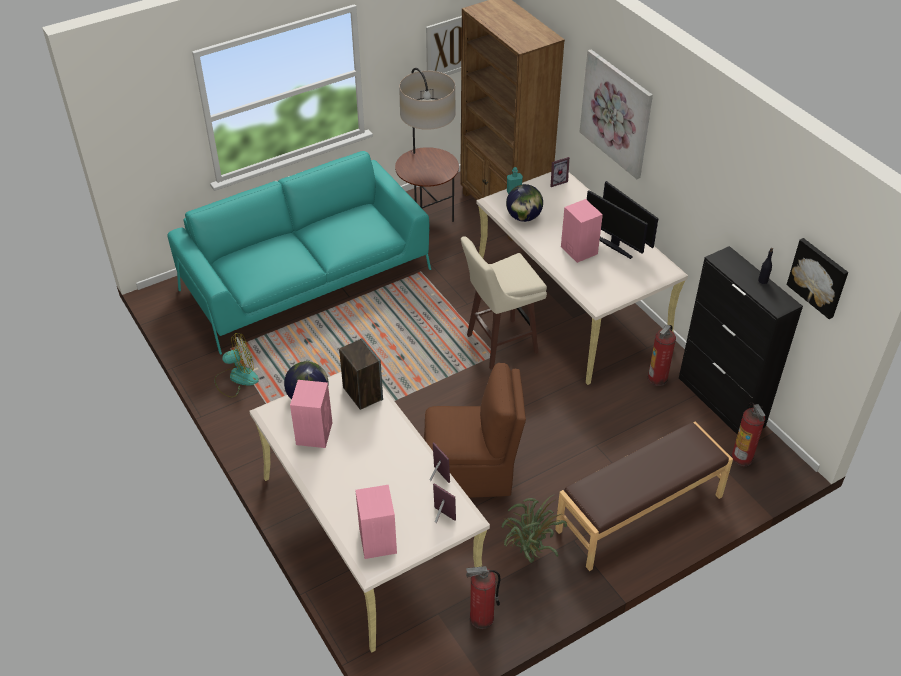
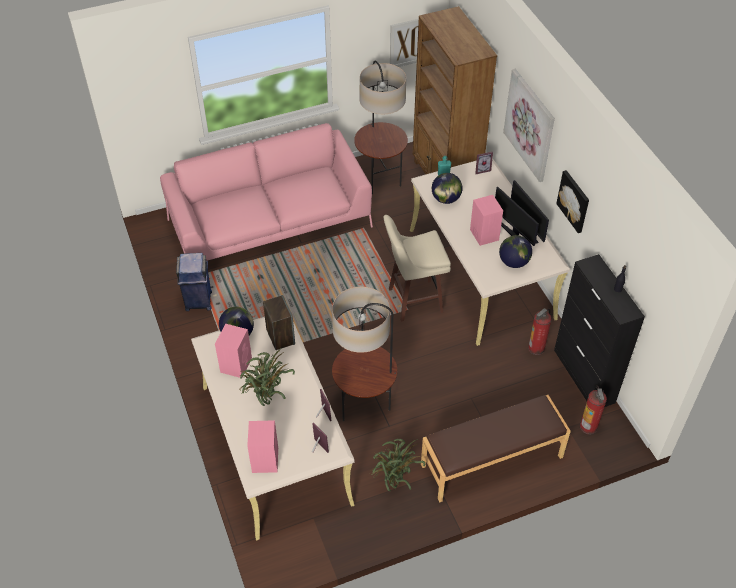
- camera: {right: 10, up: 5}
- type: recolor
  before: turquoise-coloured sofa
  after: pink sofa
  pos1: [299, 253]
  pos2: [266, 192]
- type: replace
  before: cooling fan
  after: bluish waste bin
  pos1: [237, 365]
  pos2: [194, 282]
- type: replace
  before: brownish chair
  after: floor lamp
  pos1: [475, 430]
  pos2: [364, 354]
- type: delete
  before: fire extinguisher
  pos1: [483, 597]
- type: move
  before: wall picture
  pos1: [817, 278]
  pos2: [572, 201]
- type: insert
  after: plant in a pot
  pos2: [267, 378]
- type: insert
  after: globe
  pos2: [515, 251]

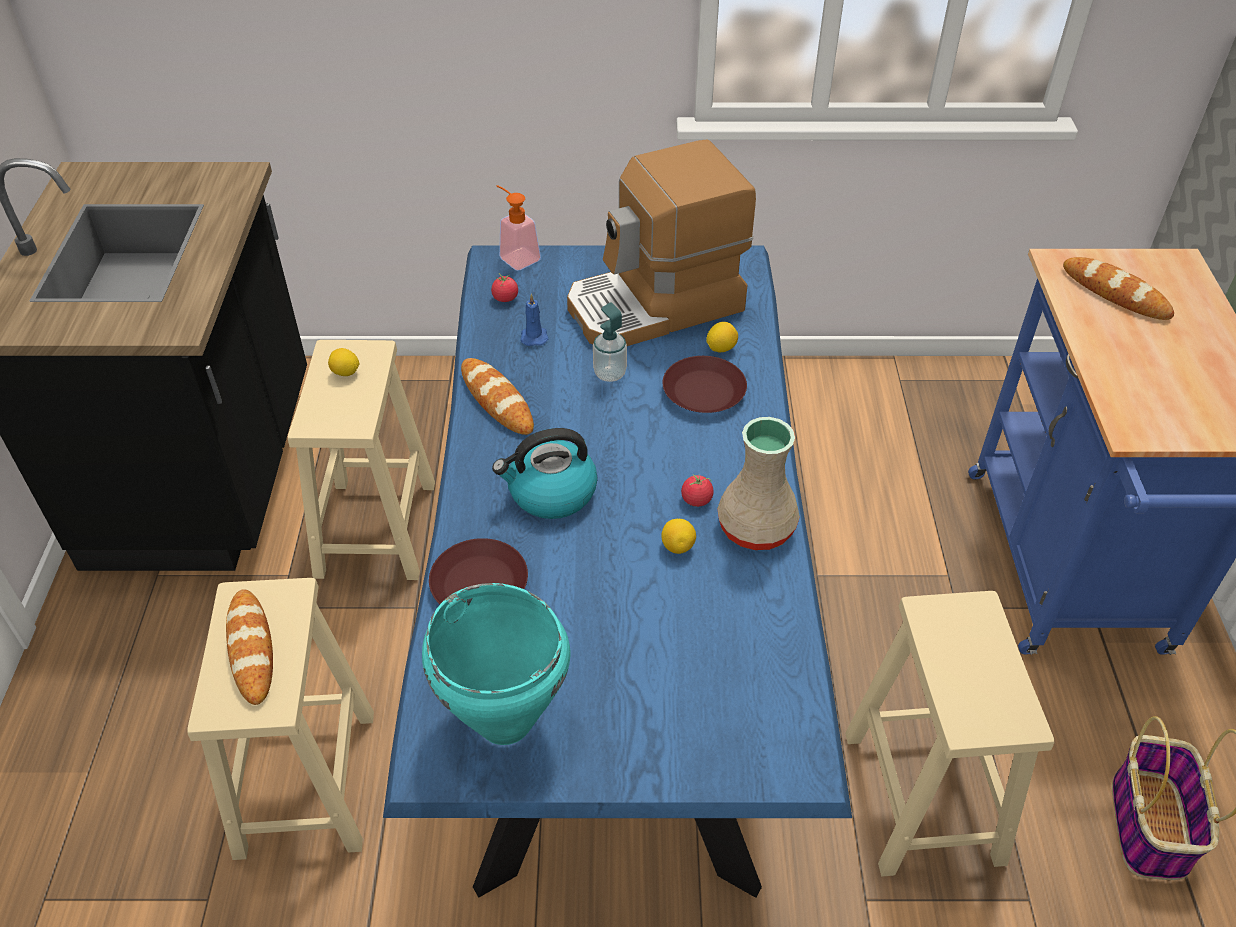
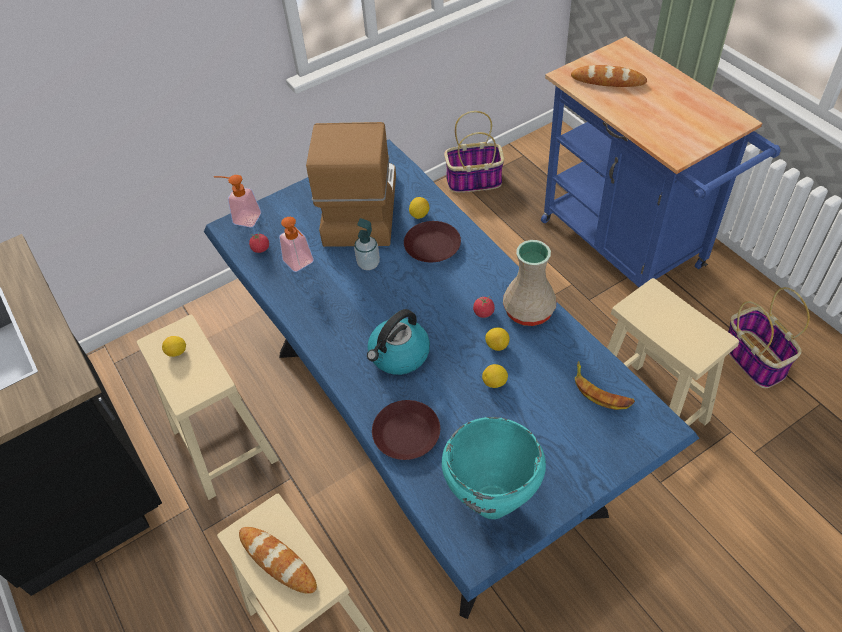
- camera: {right: -30, up: 5}
- type: delete
  before: baked bread
  pos1: [497, 396]
- type: replace
  before: bluish wax light
  after: soap dispenser
  pos1: [534, 319]
  pos2: [296, 244]
- type: rotate
  before: coffee brewer
  pos1: [661, 242]
  pos2: [351, 184]
  turn: 150
- type: insert
  after: basket
  pos2: [474, 152]
- type: insert
  after: citrus fruit
  pos2: [495, 376]
- type: insert
  after: whole banana
  pos2: [605, 385]

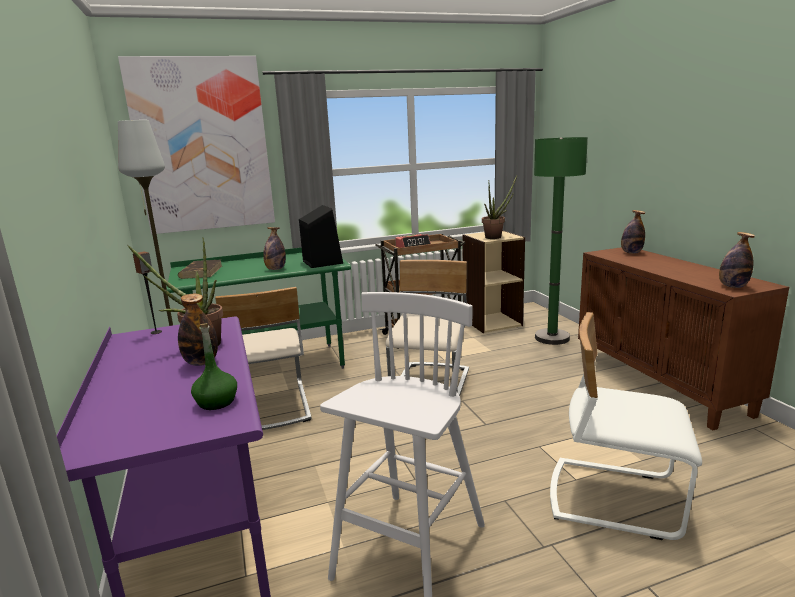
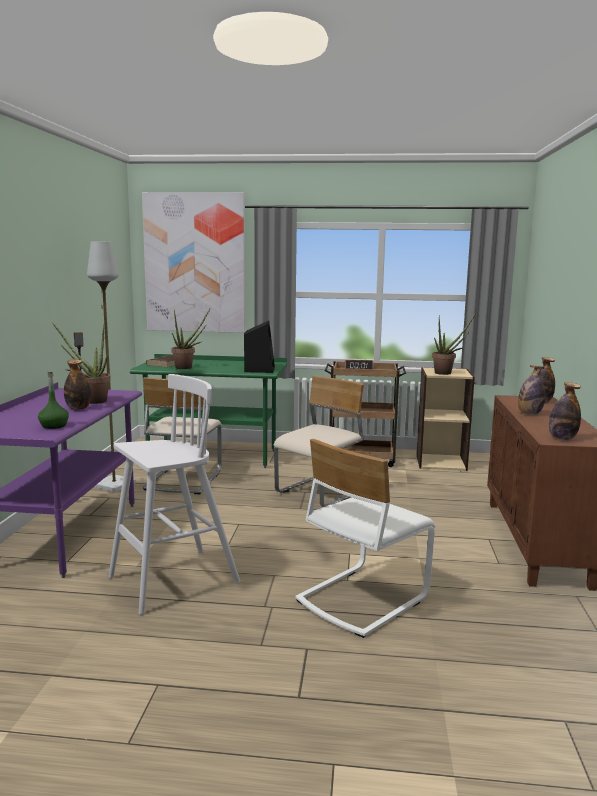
- camera: {right: 25, up: -5}
- type: move
  before: beverage bottle
  pos1: [274, 248]
  pos2: [531, 390]
- type: delete
  before: green-coloured floor lamp
  pos1: [561, 241]
- type: rotate
  before: white-coloured chair
  pos1: [626, 426]
  pos2: [365, 538]
  turn: -90
- type: insert
  after: plant in a pot
  pos2: [191, 338]

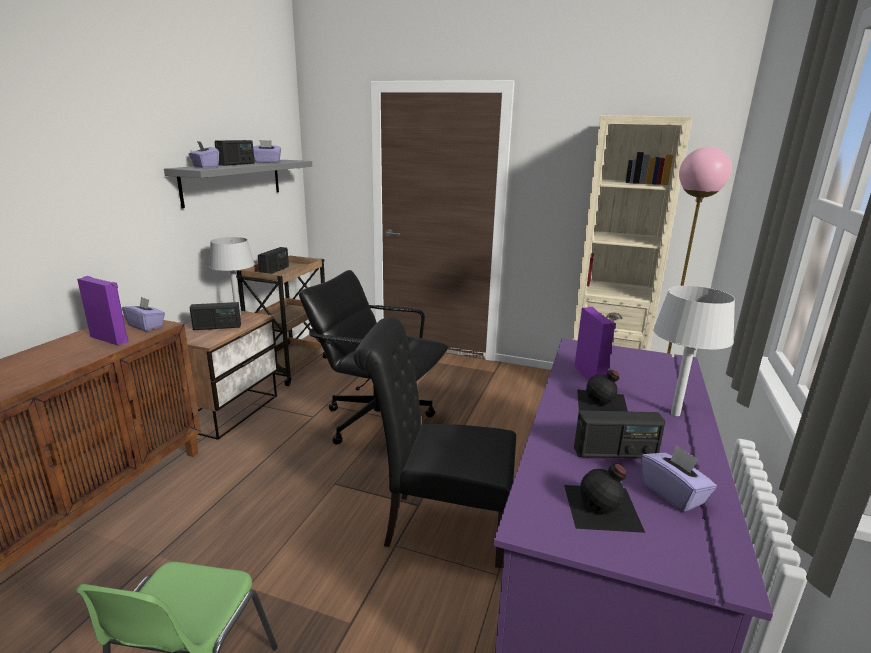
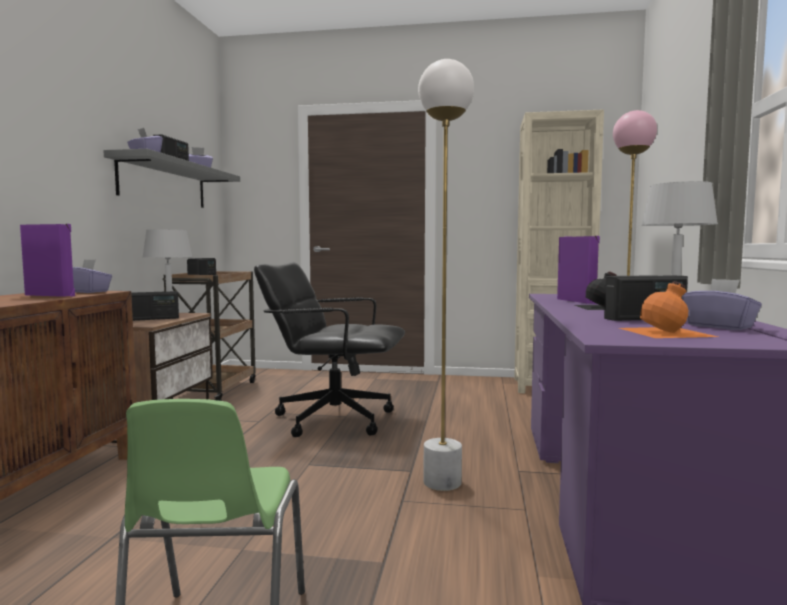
- camera: {right: -10, up: -15}
- type: replace
  before: black chair
  after: white-coloured floor lamp
  pos1: [435, 442]
  pos2: [446, 275]
- type: recolor
  before: black beverage bottle
  after: orange-coloured beverage bottle
  pos1: [604, 498]
  pos2: [668, 309]

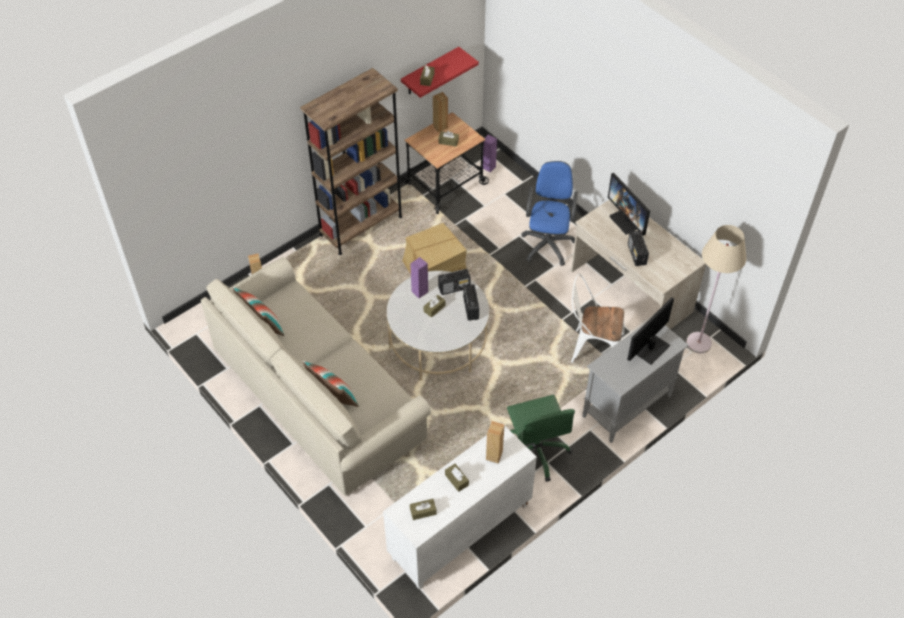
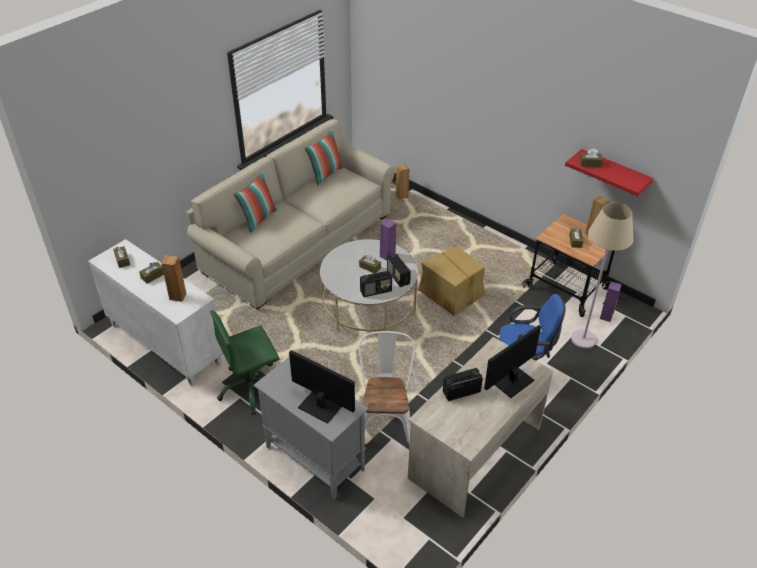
- camera: {right: 80, up: -10}
- type: delete
  before: brownish bookcase
  pos1: [351, 161]
- type: move
  before: beige-coloured floor lamp
  pos1: [716, 289]
  pos2: [602, 275]

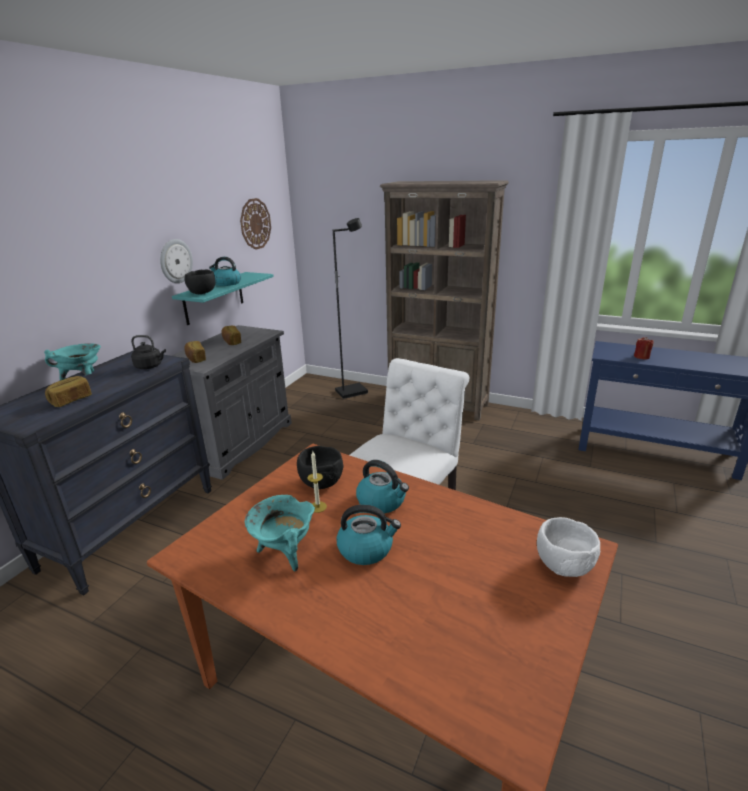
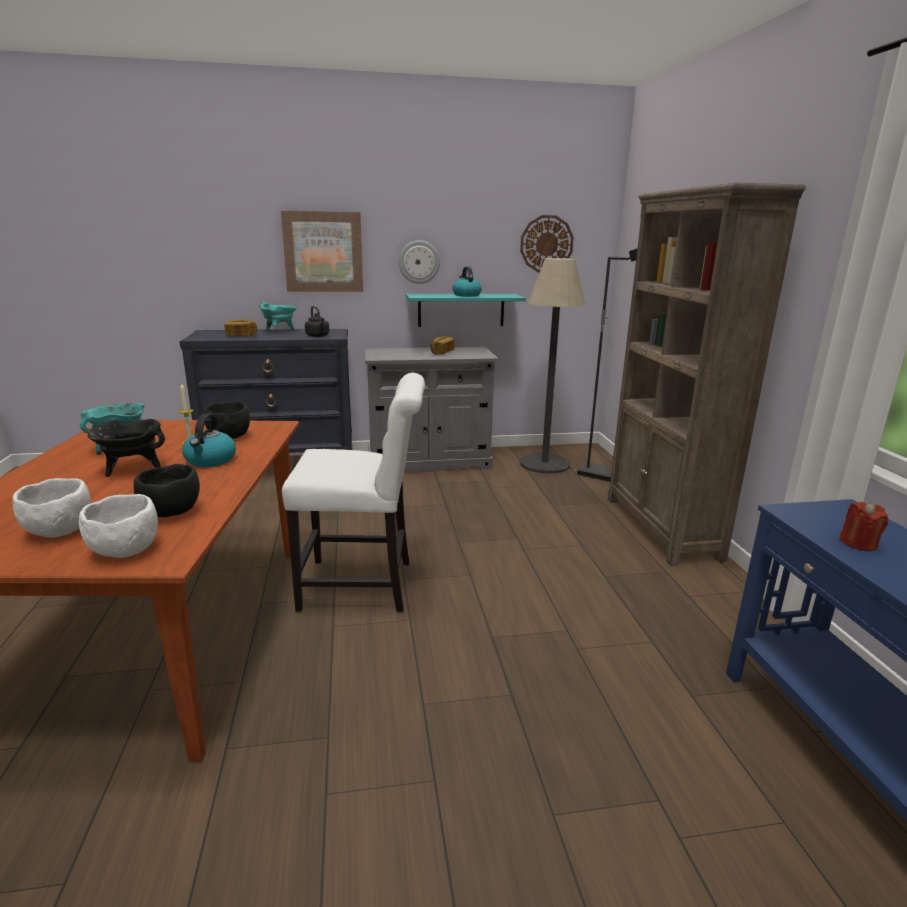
- camera: {right: 55, up: -5}
- type: delete
  before: baked bread
  pos1: [195, 352]
- type: move
  before: black bowl
  pos1: [200, 282]
  pos2: [167, 490]
- type: replace
  before: water kettle
  after: black cooking pot
  pos1: [369, 534]
  pos2: [126, 448]
- type: insert
  after: white-coloured bowl
  pos2: [52, 508]
- type: insert
  after: wall picture
  pos2: [322, 251]
- type: insert
  after: floor lamp
  pos2: [553, 366]

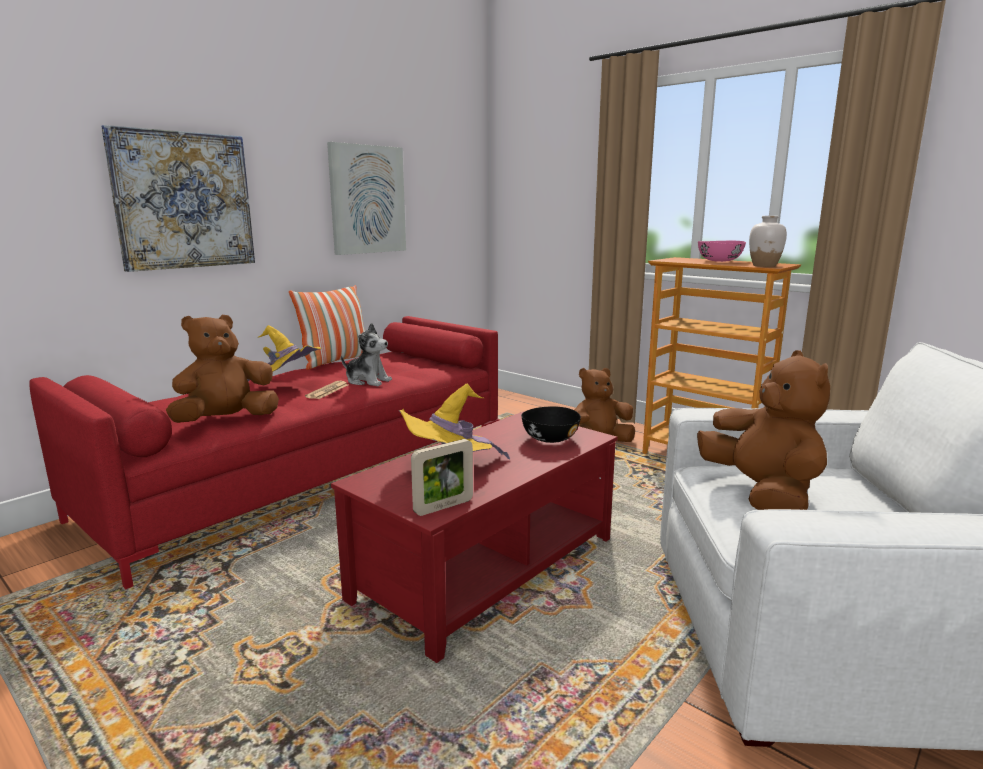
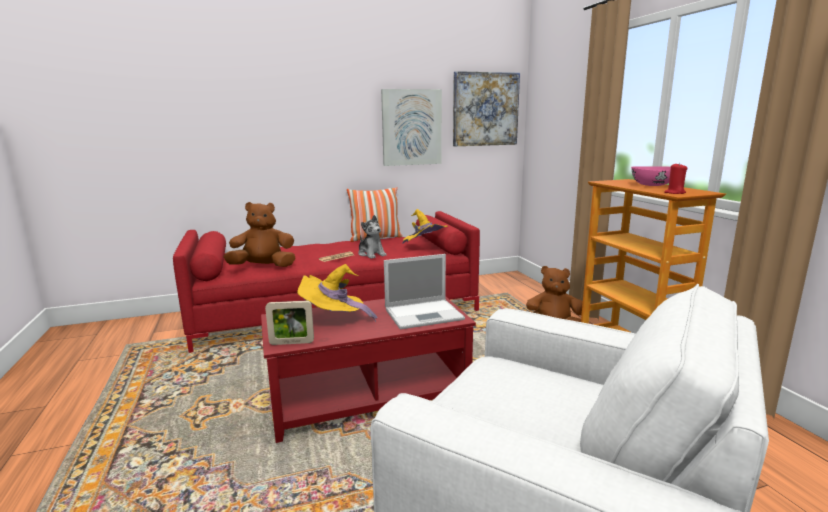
- camera: {right: 30, up: 0}
- type: move
  before: wall picture
  pos1: [178, 198]
  pos2: [486, 108]
- type: move
  before: yellow clothing hat
  pos1: [284, 353]
  pos2: [424, 226]
- type: replace
  before: black bowl
  after: notebook computer
  pos1: [551, 424]
  pos2: [424, 292]
- type: delete
  before: brownish plush toy
  pos1: [763, 430]
- type: replace
  before: white-coloured vase
  after: reddish wax light
  pos1: [768, 241]
  pos2: [675, 178]

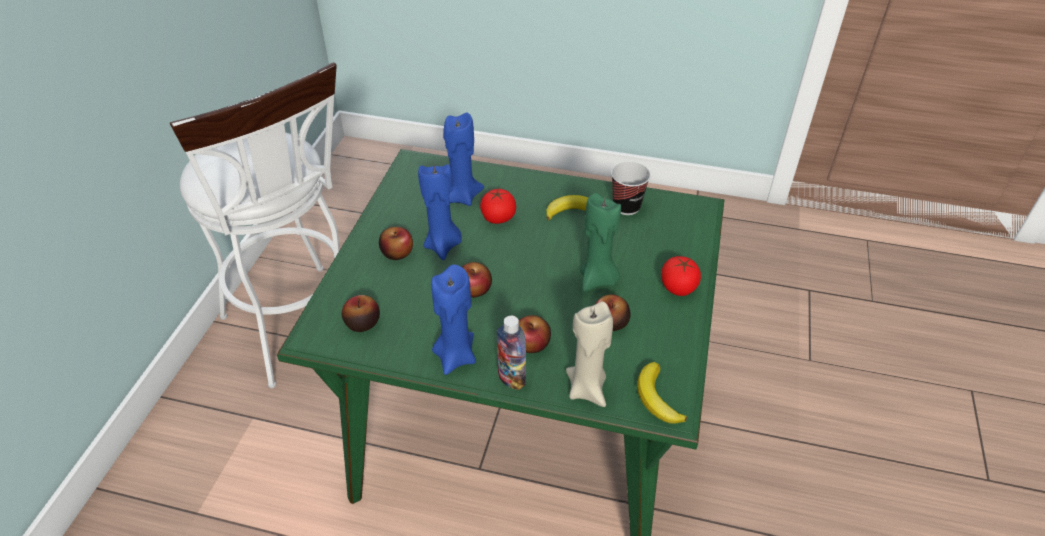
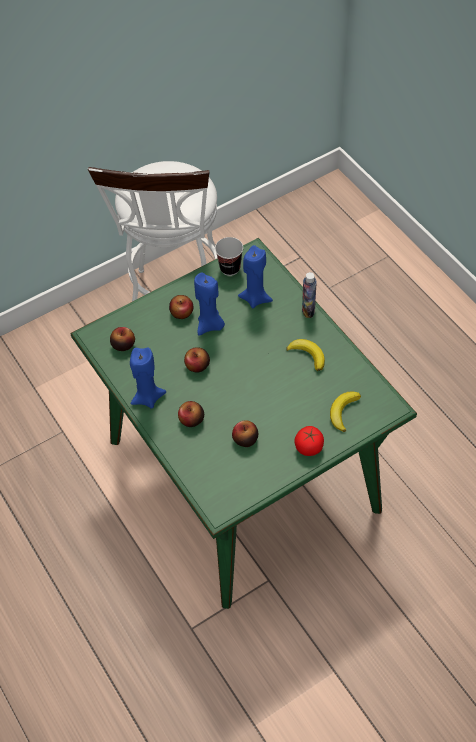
- camera: {right: 45, up: 10}
- type: delete
  before: tomato
  pos1: [498, 206]
- type: move
  before: beverage bottle
  pos1: [511, 353]
  pos2: [309, 295]
- type: delete
  before: beige-coloured wax light
  pos1: [589, 354]
- type: delete
  before: green-coloured wax light
  pos1: [600, 242]
- type: move
  before: cup
  pos1: [631, 188]
  pos2: [229, 256]
- type: move
  before: whole banana
  pos1: [662, 393]
  pos2: [345, 411]

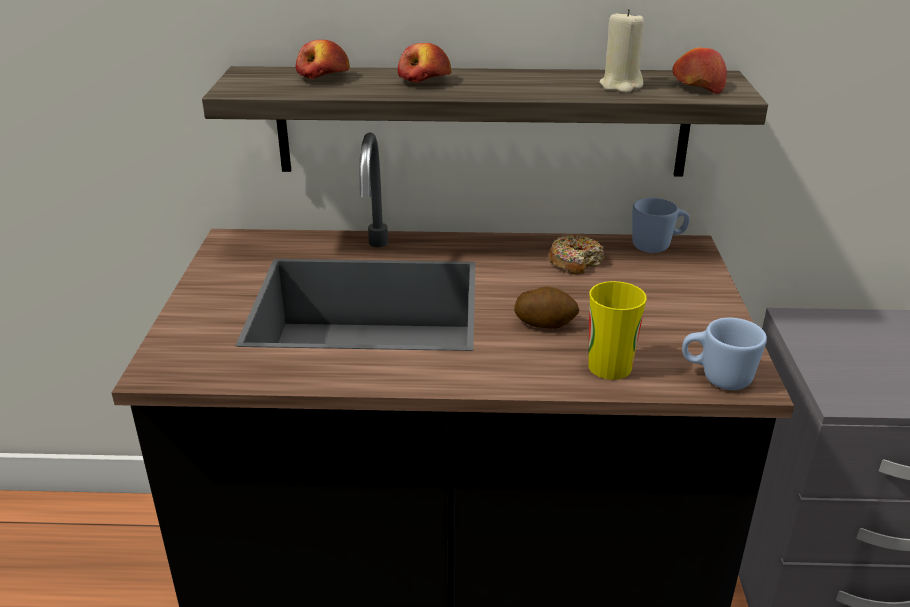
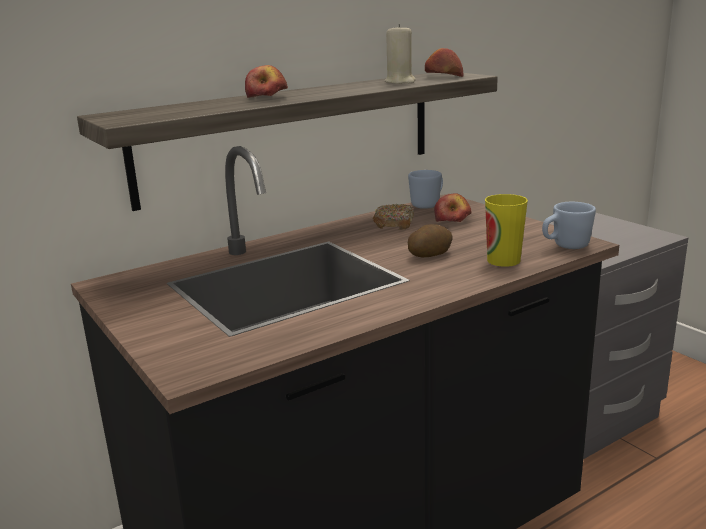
- camera: {right: -35, up: -10}
- type: move
  before: apple
  pos1: [323, 59]
  pos2: [453, 207]

